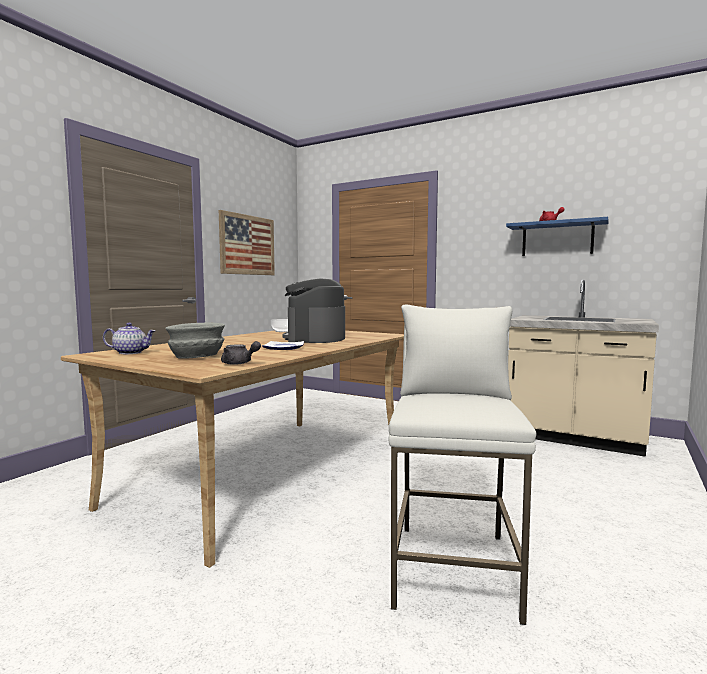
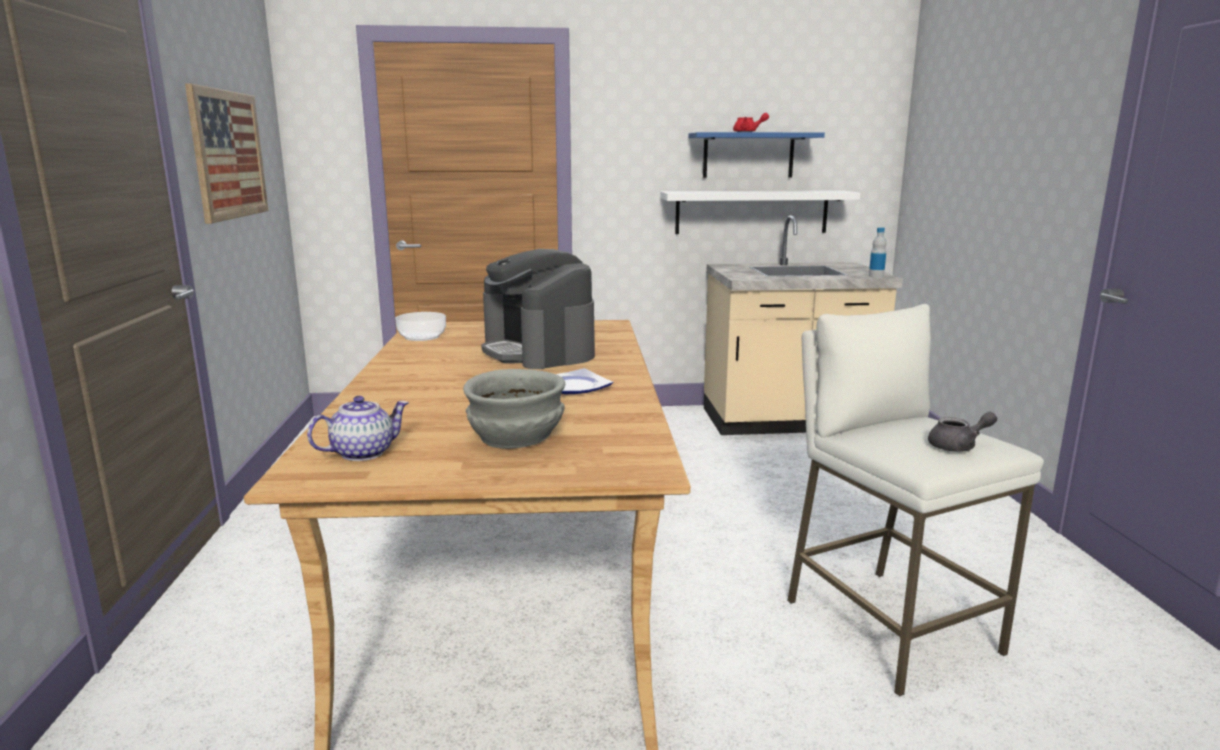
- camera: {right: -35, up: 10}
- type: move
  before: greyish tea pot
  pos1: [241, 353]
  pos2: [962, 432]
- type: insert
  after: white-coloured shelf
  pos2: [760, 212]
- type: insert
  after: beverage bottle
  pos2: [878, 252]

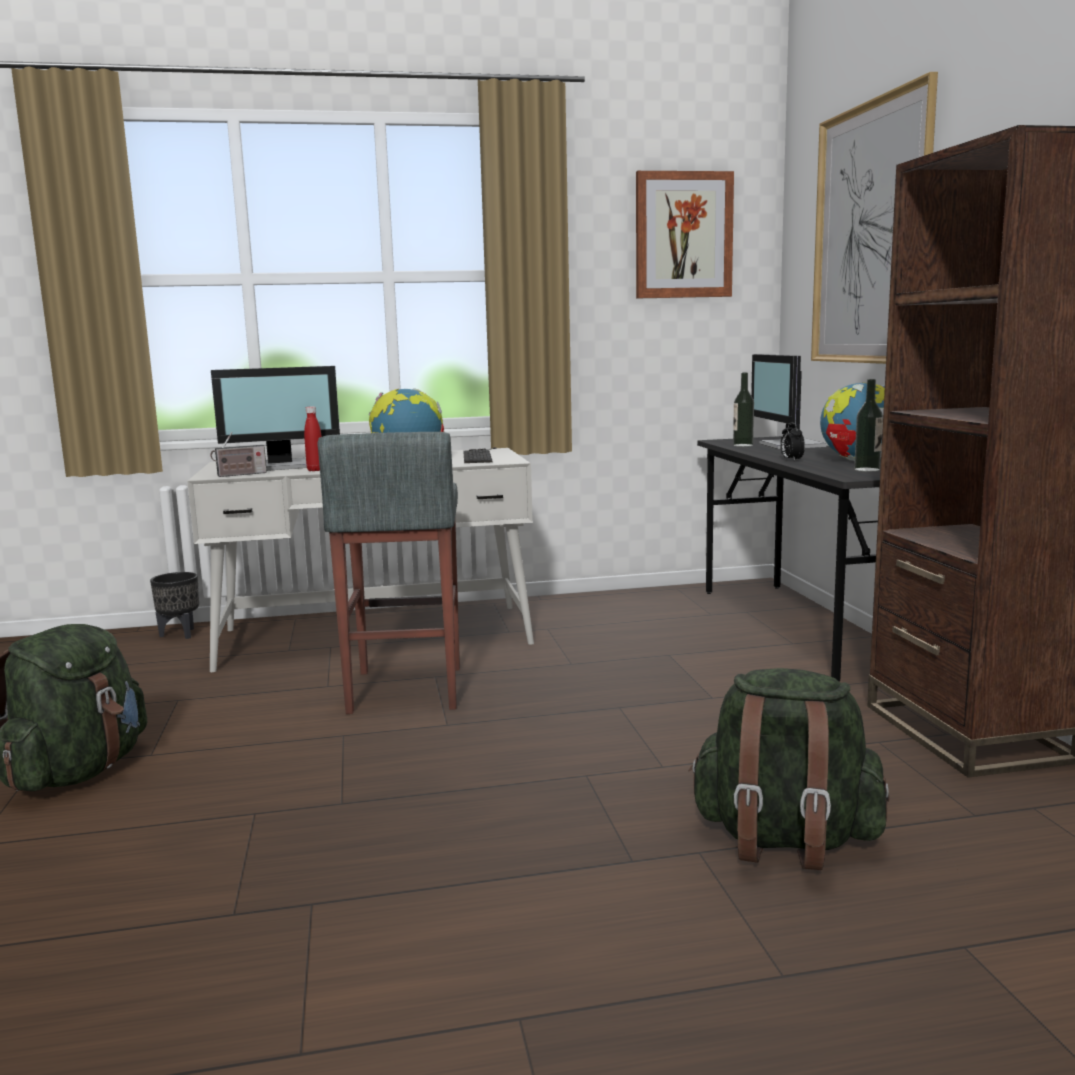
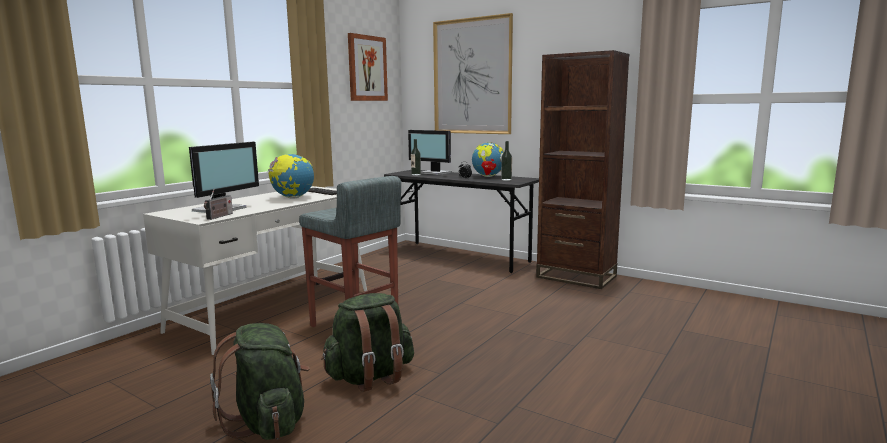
- camera: {right: -45, up: 0}
- type: delete
  before: black planter
  pos1: [174, 605]
- type: delete
  before: reddish beverage bottle
  pos1: [313, 438]
- type: move
  before: green-coloured rucksack
  pos1: [788, 769]
  pos2: [367, 342]

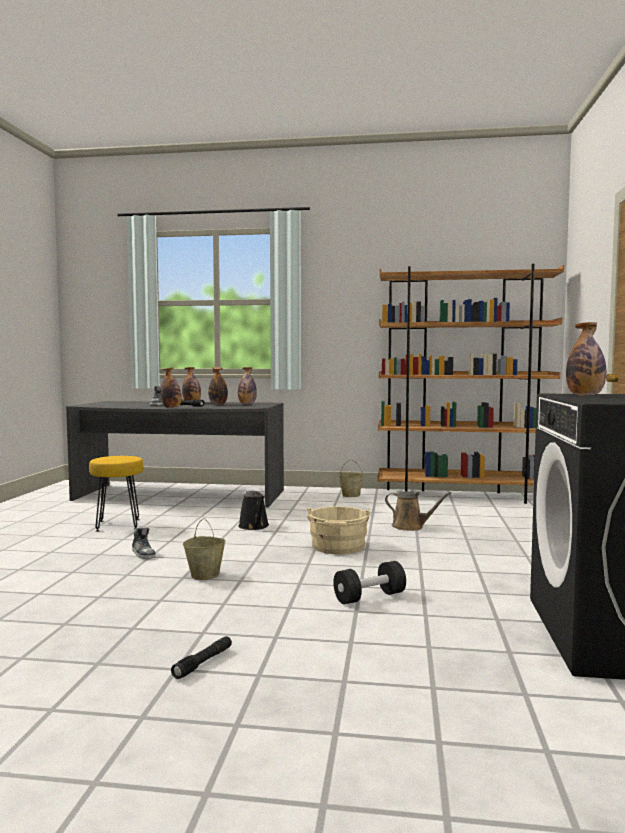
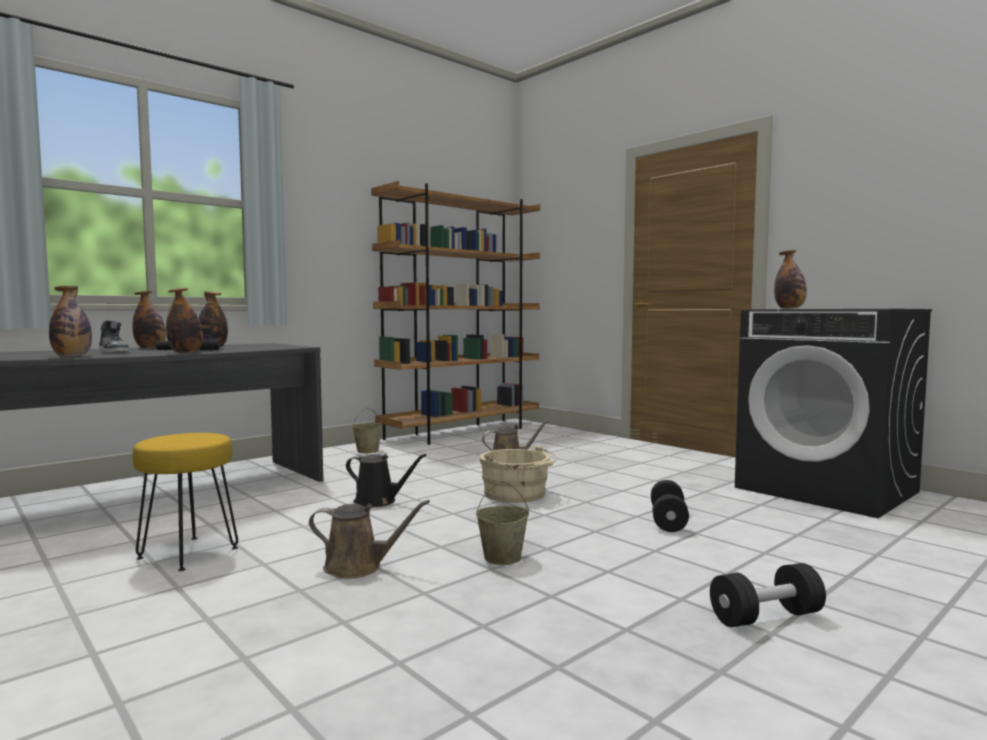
- camera: {right: -50, up: 0}
- type: replace
  before: item of footwear
  after: brownish sprinkling can
  pos1: [144, 543]
  pos2: [369, 539]
- type: replace
  before: black hand torch
  after: black free weight
  pos1: [201, 657]
  pos2: [768, 595]
- type: move
  before: beverage bottle
  pos1: [247, 385]
  pos2: [70, 321]

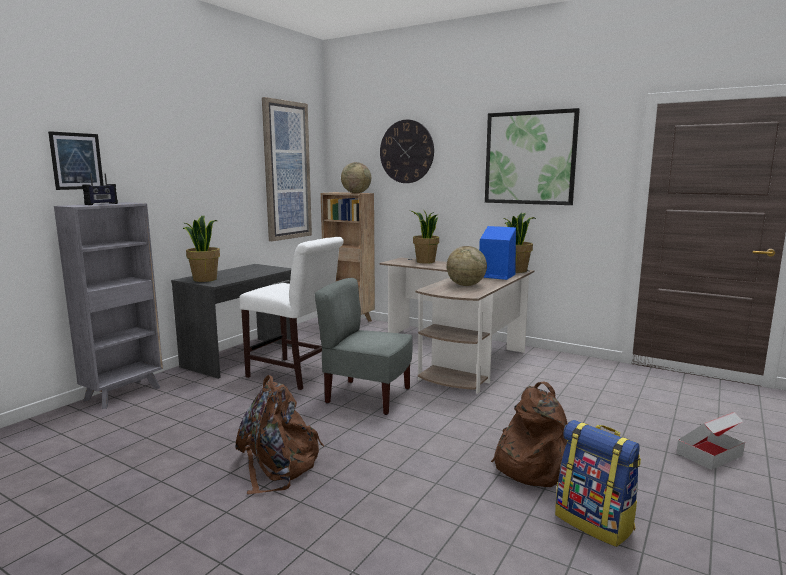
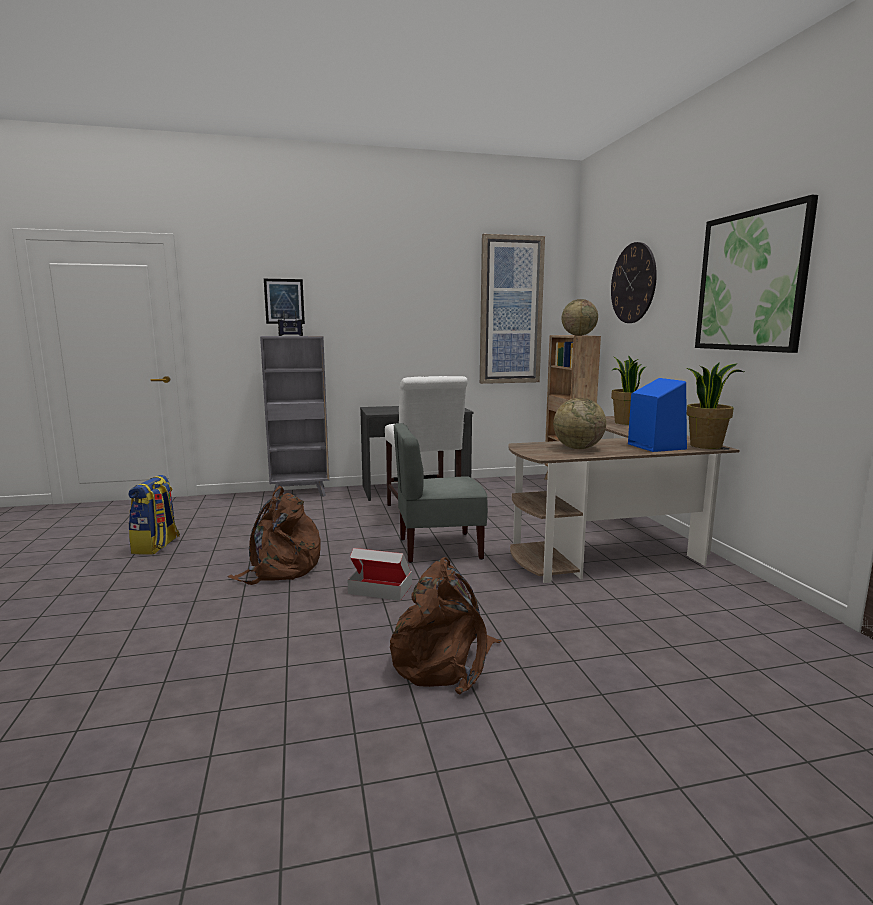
- camera: {right: 45, up: 0}
- type: delete
  before: plant in a pot
  pos1: [201, 249]
- type: rotate
  before: greyish chair
  pos1: [364, 346]
  pos2: [441, 493]
  turn: -75
- type: move
  before: rucksack
  pos1: [598, 483]
  pos2: [154, 515]
- type: move
  before: carton
  pos1: [710, 441]
  pos2: [380, 574]

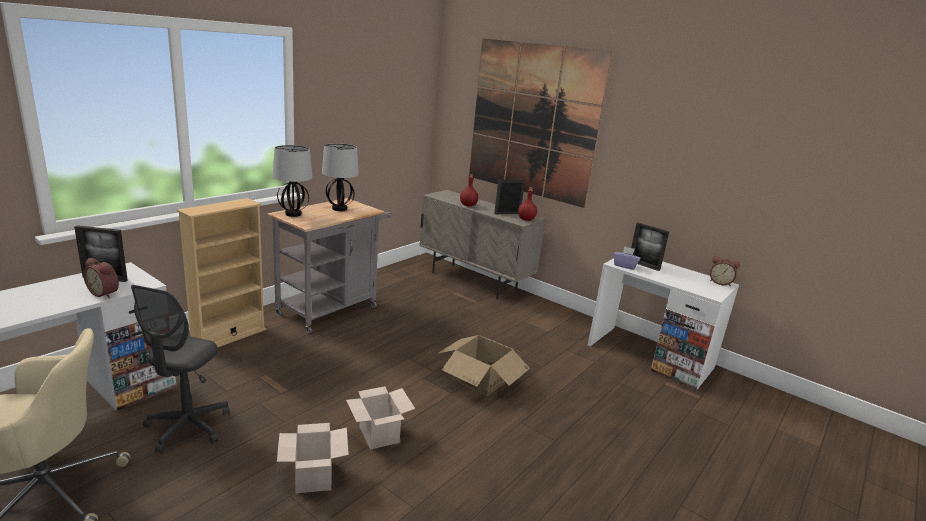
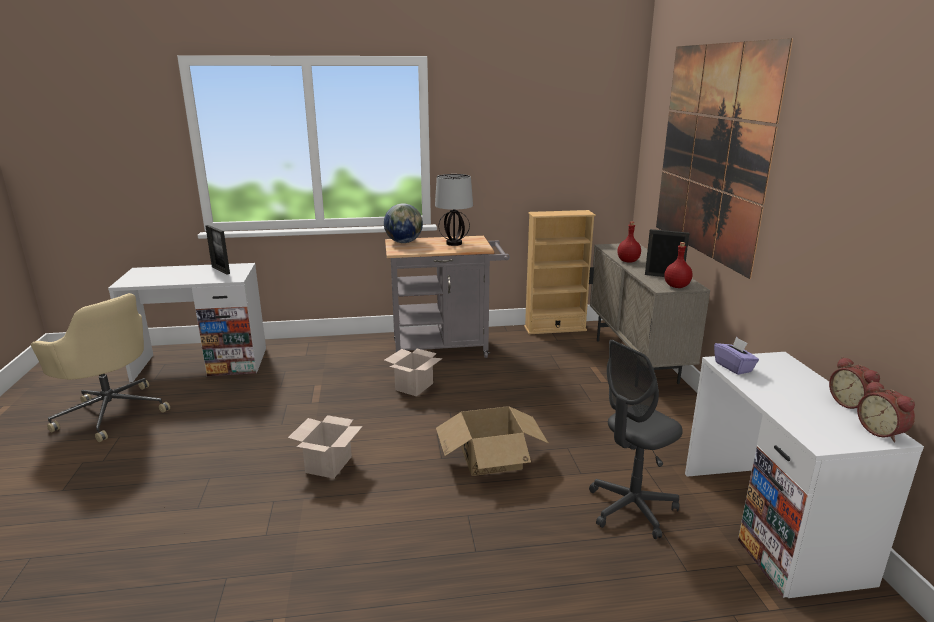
- camera: {right: 45, up: 0}
- type: move
  before: table clock
  pos1: [101, 278]
  pos2: [854, 383]
- type: move
  before: greyish desk chair
  pos1: [180, 369]
  pos2: [636, 439]
- type: move
  before: beige-coloured bookcase
  pos1: [221, 272]
  pos2: [560, 272]
- type: replace
  before: table lamp
  after: globe
  pos1: [292, 181]
  pos2: [403, 223]
- type: move
  before: carton
  pos1: [313, 458]
  pos2: [414, 372]
- type: delete
  before: standing frame
  pos1: [650, 247]

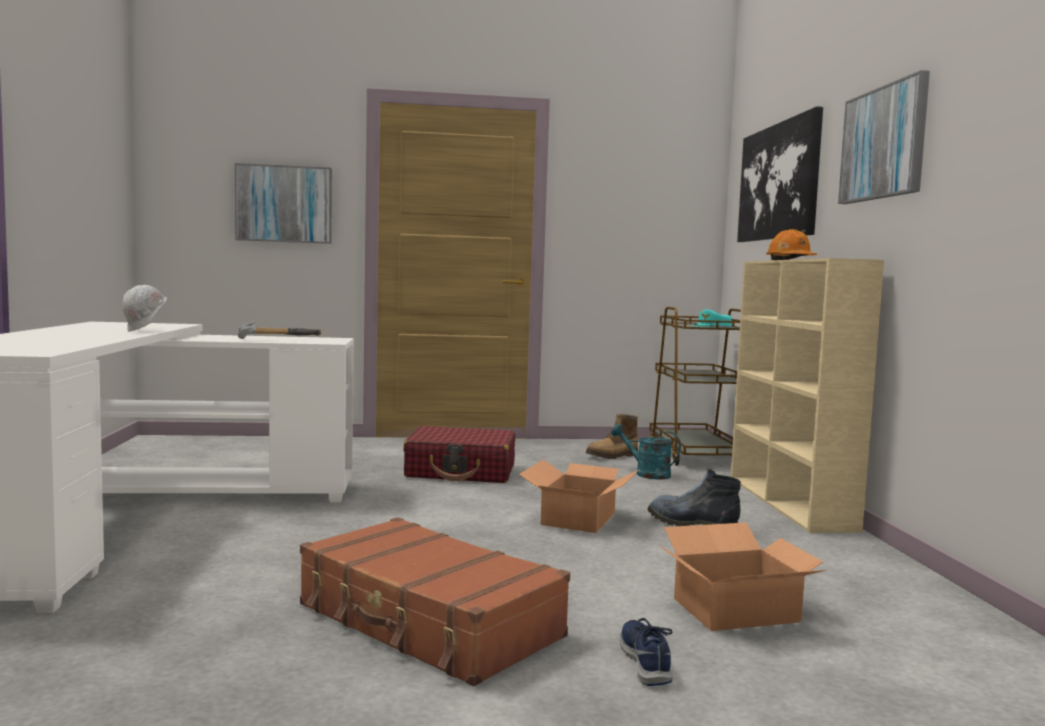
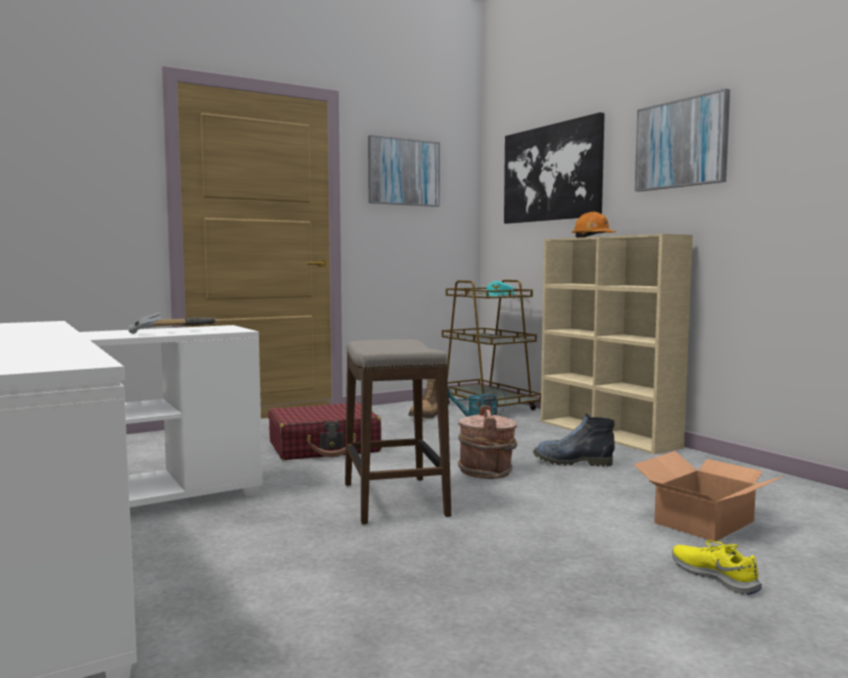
- camera: {right: -25, up: 0}
- type: delete
  before: white-coloured work helmet
  pos1: [144, 308]
- type: move
  before: wall picture
  pos1: [283, 203]
  pos2: [404, 171]
- type: delete
  before: brownish travel case
  pos1: [435, 602]
- type: replace
  before: carton
  after: brownish water bucket
  pos1: [578, 496]
  pos2: [487, 442]
- type: recolor
  before: bluish item of footwear
  after: yellow item of footwear
  pos1: [646, 652]
  pos2: [717, 567]
- type: insert
  after: stool seat
  pos2: [398, 432]

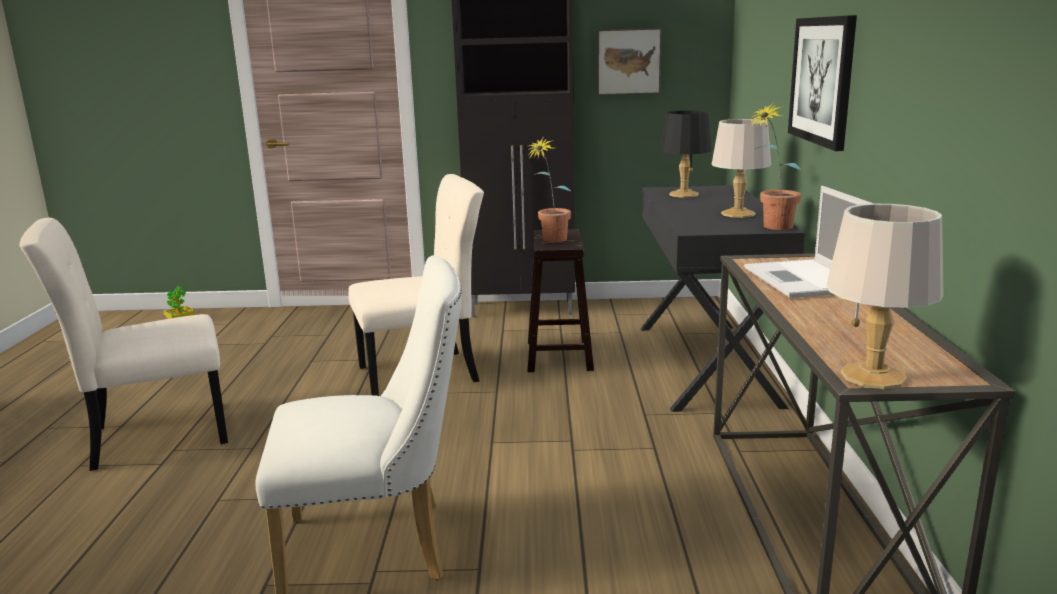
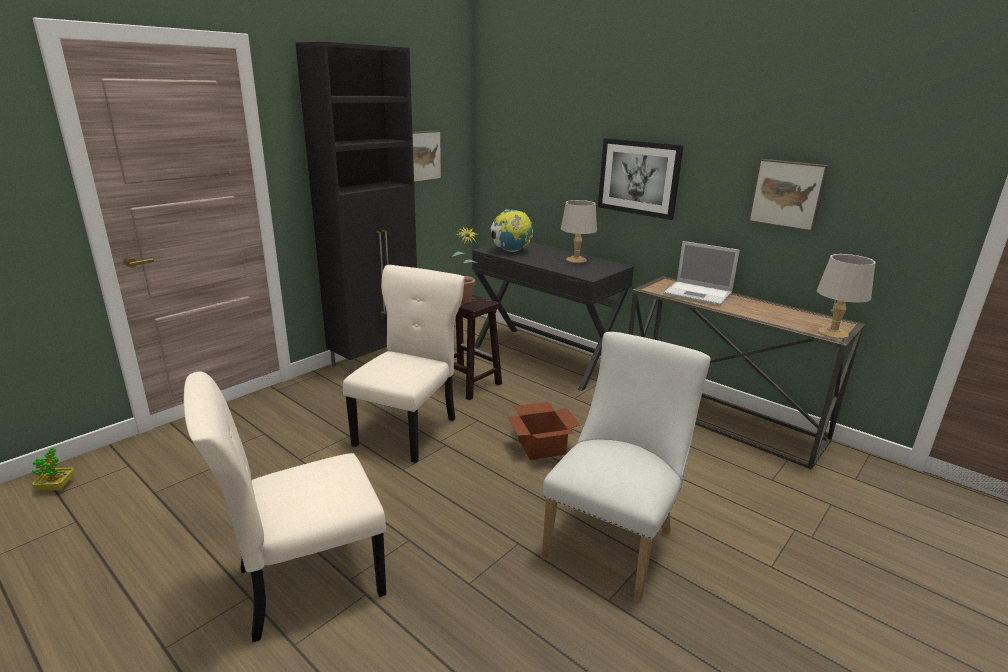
- camera: {right: -50, up: 5}
- type: rotate
  before: beige-coloured chair
  pos1: [123, 344]
  pos2: [285, 507]
  turn: 45
- type: replace
  before: black table lamp
  after: globe
  pos1: [685, 154]
  pos2: [512, 231]
- type: delete
  before: plant in a pot
  pos1: [775, 166]
- type: insert
  after: carton
  pos2: [544, 431]
- type: insert
  after: wall picture
  pos2: [788, 195]

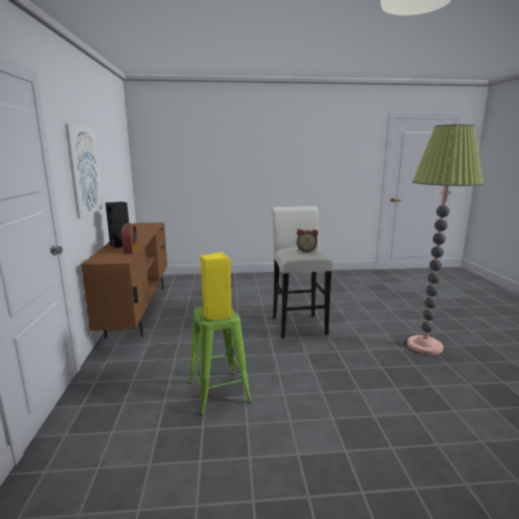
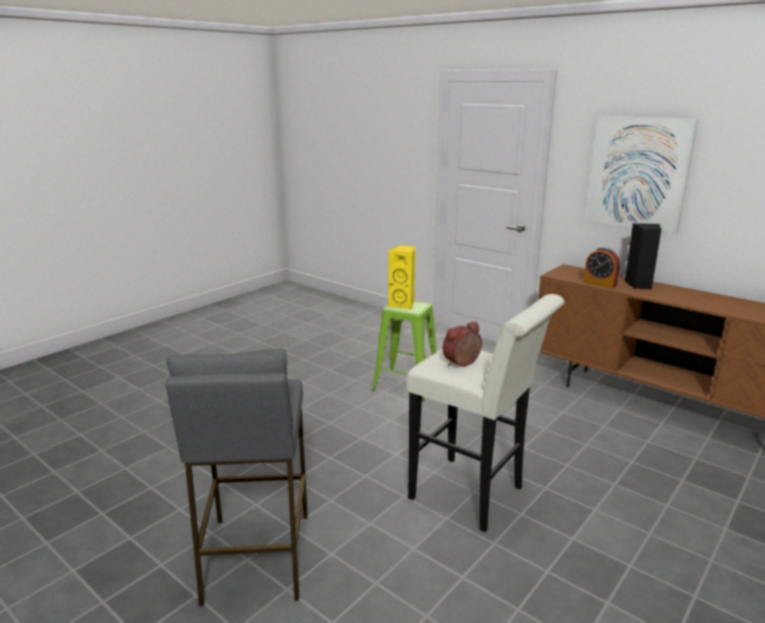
- camera: {right: 135, up: 5}
- type: replace
  before: floor lamp
  after: greyish stool seat
  pos1: [445, 239]
  pos2: [237, 477]

